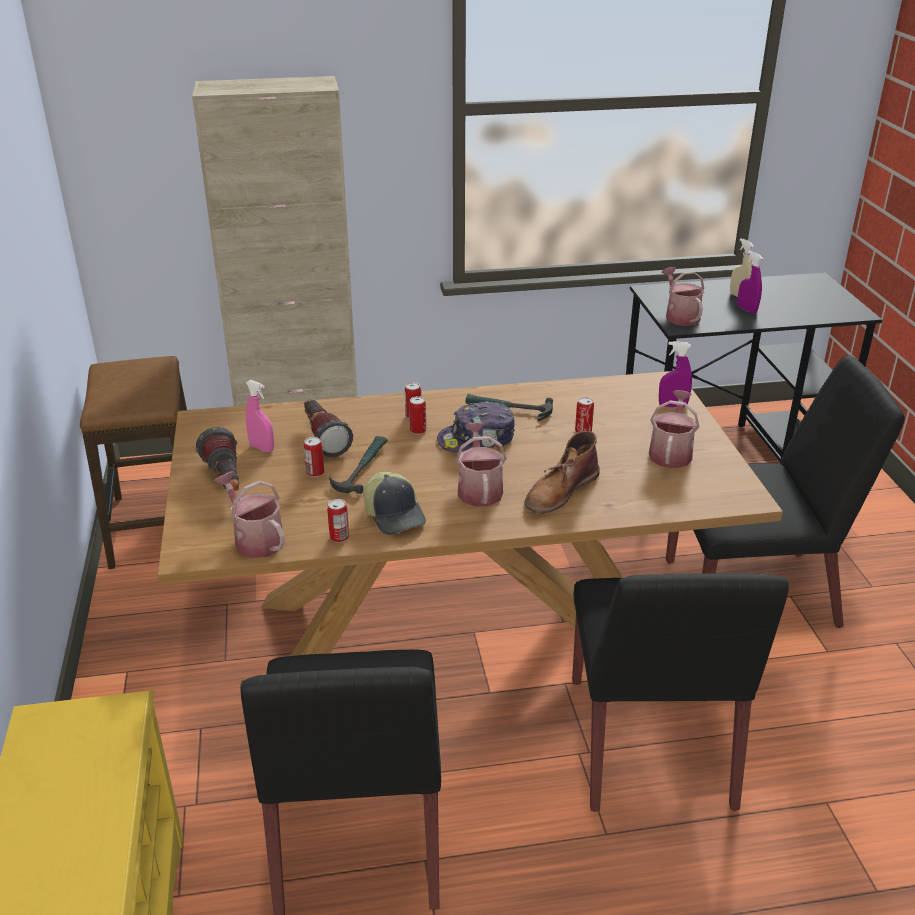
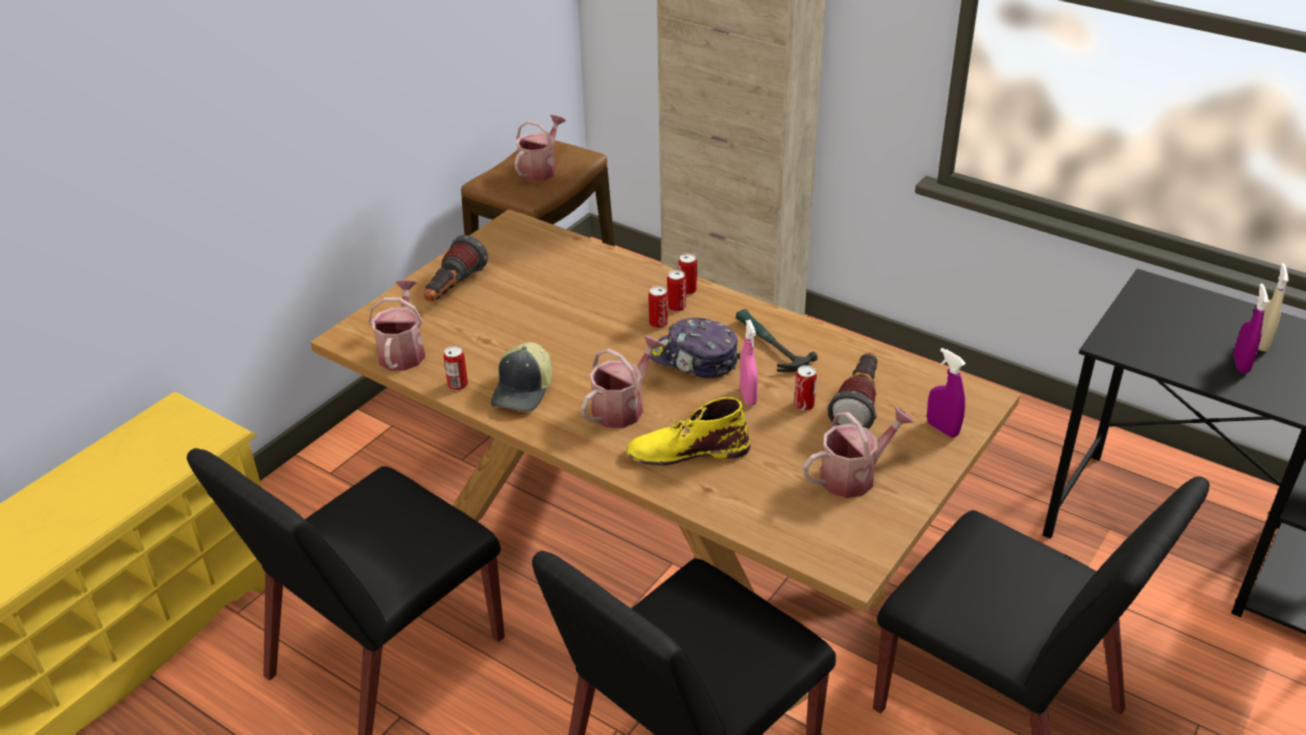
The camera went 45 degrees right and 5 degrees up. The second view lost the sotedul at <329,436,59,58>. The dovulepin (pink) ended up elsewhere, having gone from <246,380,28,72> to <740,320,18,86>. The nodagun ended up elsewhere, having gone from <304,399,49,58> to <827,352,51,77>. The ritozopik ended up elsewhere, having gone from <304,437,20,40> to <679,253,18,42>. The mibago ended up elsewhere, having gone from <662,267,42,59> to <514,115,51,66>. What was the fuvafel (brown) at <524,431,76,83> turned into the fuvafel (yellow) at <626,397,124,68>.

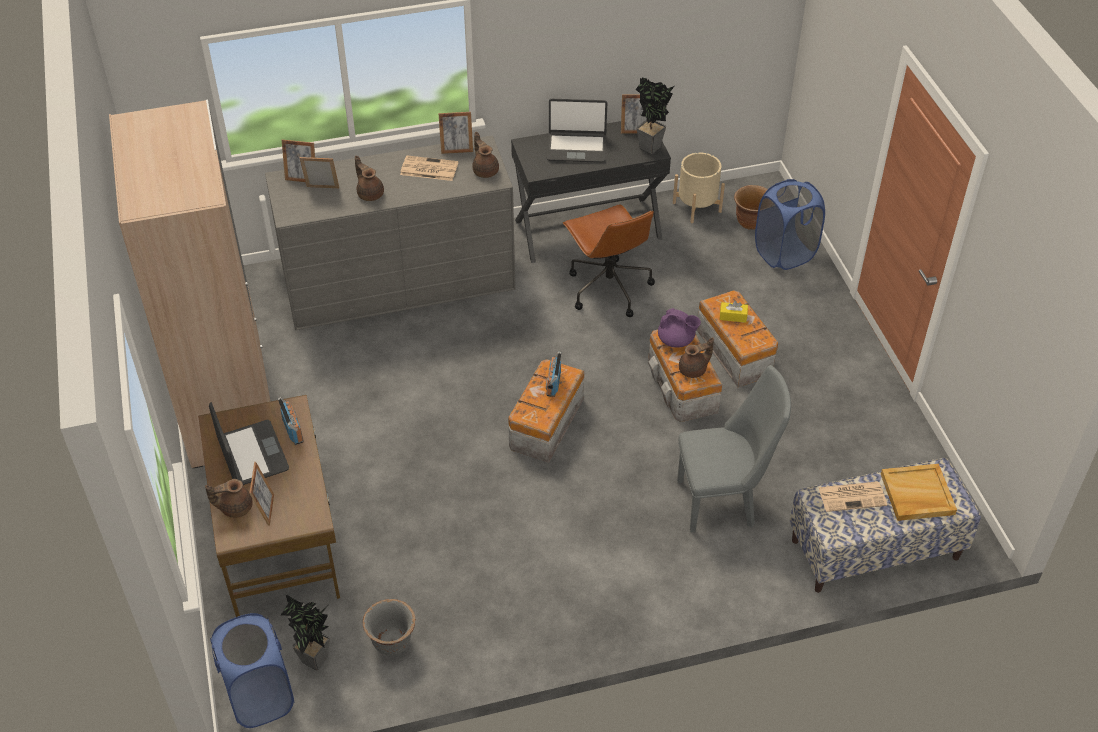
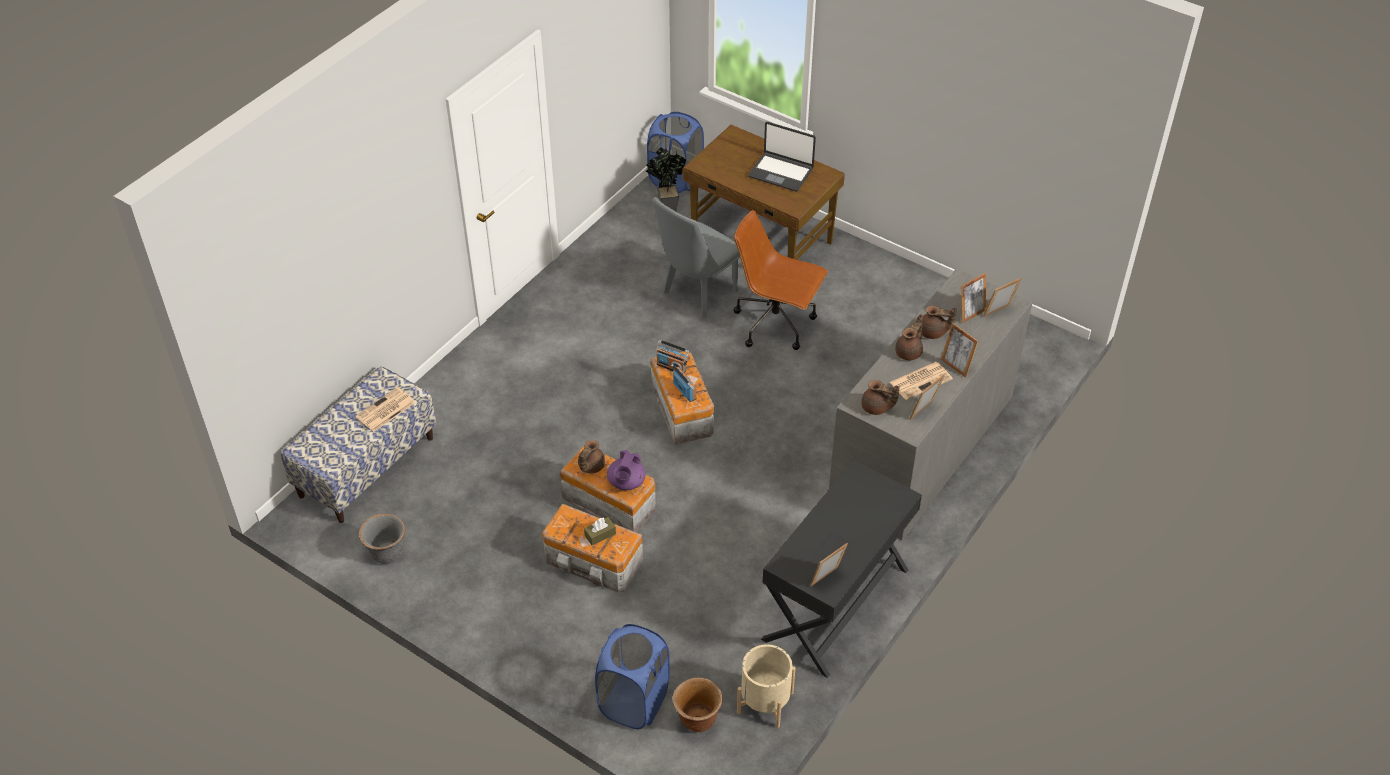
The camera went 140 degrees right and 0 degrees up. The second view lost the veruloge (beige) at <109,99,162,369>. The second view lost the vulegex at <547,99,60,64>. The second view lost the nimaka at <636,78,38,76>. The second view lost the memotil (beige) at <881,464,76,57>. The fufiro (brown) ended up elsewhere, having gone from <205,479,48,39> to <895,314,28,46>. The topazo ended up elsewhere, having gone from <249,462,25,64> to <941,323,37,55>. The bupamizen ended up elsewhere, having gone from <278,397,26,48> to <656,340,33,33>. The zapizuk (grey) ended up elsewhere, having gone from <363,599,53,57> to <359,514,46,50>. The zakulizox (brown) ended up elsewhere, having gone from <563,204,92,113> to <734,210,94,140>. The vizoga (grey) ended up elsewhere, having gone from <677,365,114,167> to <653,197,87,121>. What was the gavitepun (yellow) at <720,301,28,22> turned into the gavitepun (brown) at <584,517,32,28>. The fufiro (purple) at <658,308,43,40> ended up facing another way, 60 degrees counterclockwise from before.

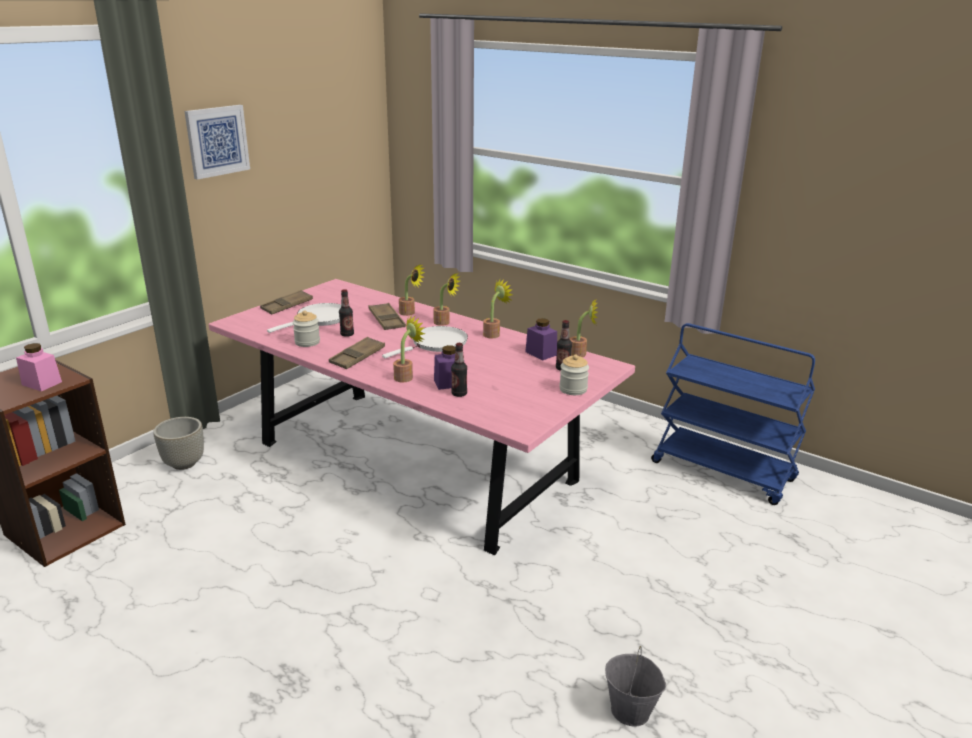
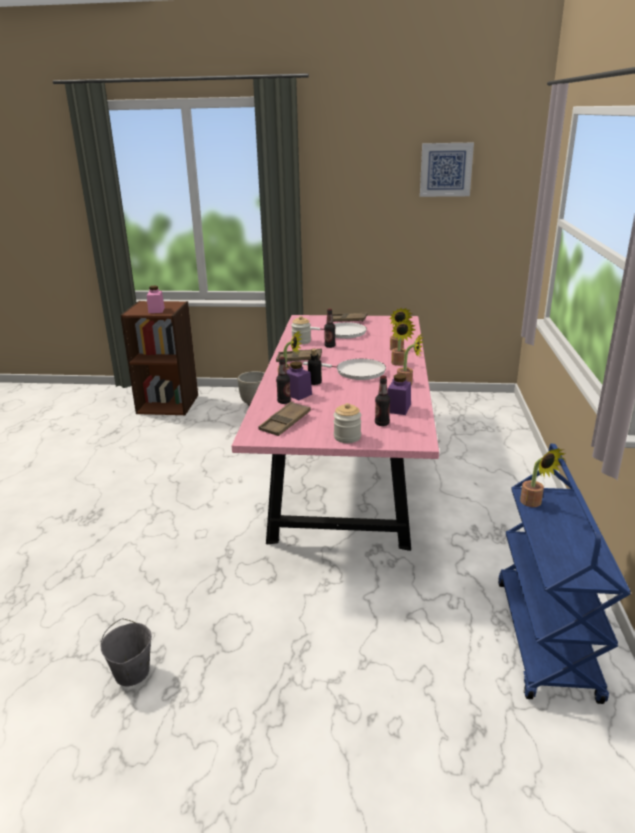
The camera went 60 degrees right and 0 degrees up. The second view gained the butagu at <308,349,14,36>. The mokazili ended up elsewhere, having gone from <185,105,65,75> to <420,143,54,54>. The memotil (brown) ended up elsewhere, having gone from <368,303,38,27> to <258,402,53,34>. The nimaka ended up elsewhere, having gone from <570,300,28,57> to <520,448,45,59>.

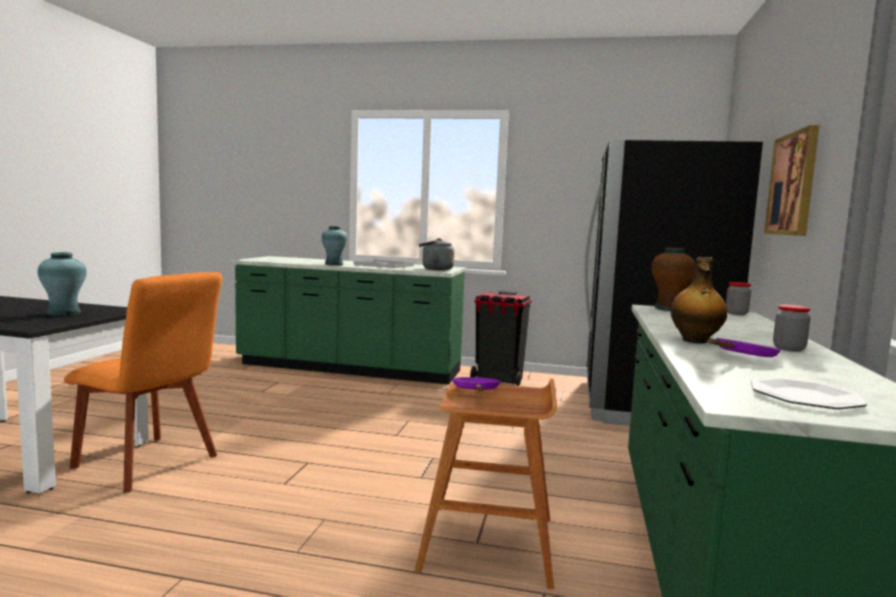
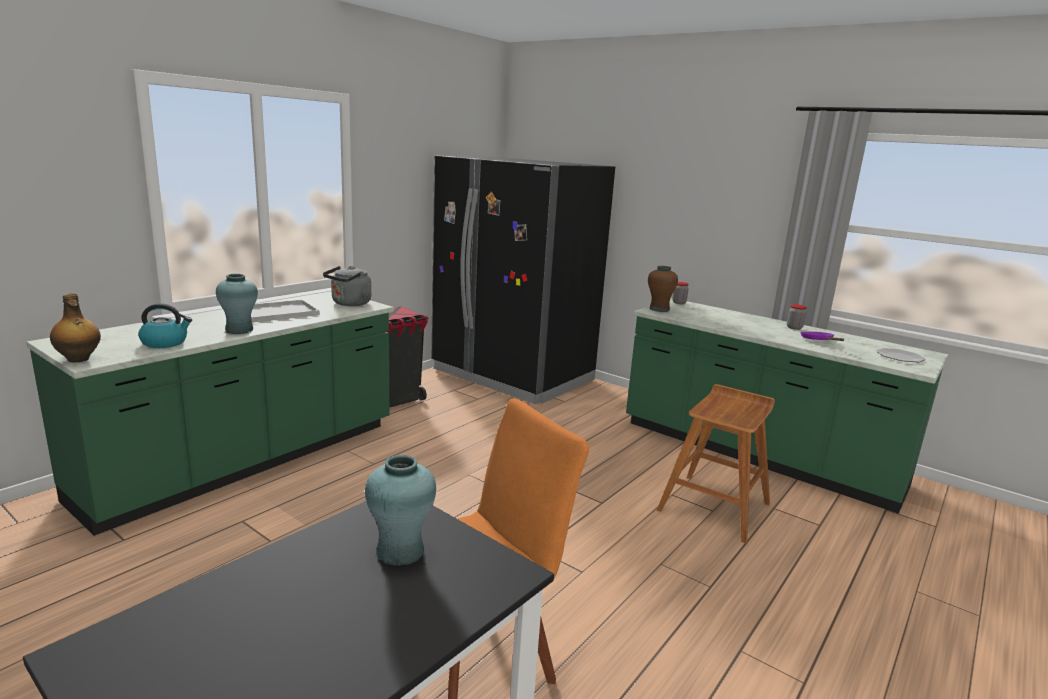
The camera went 65 degrees left and 10 degrees up. The second view lost the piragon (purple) at <452,377,49,14>. The second view lost the mokazili at <764,125,55,111>. The second view gained the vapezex at <138,303,54,45>. The butagu ended up elsewhere, having gone from <671,257,57,87> to <50,293,51,69>.

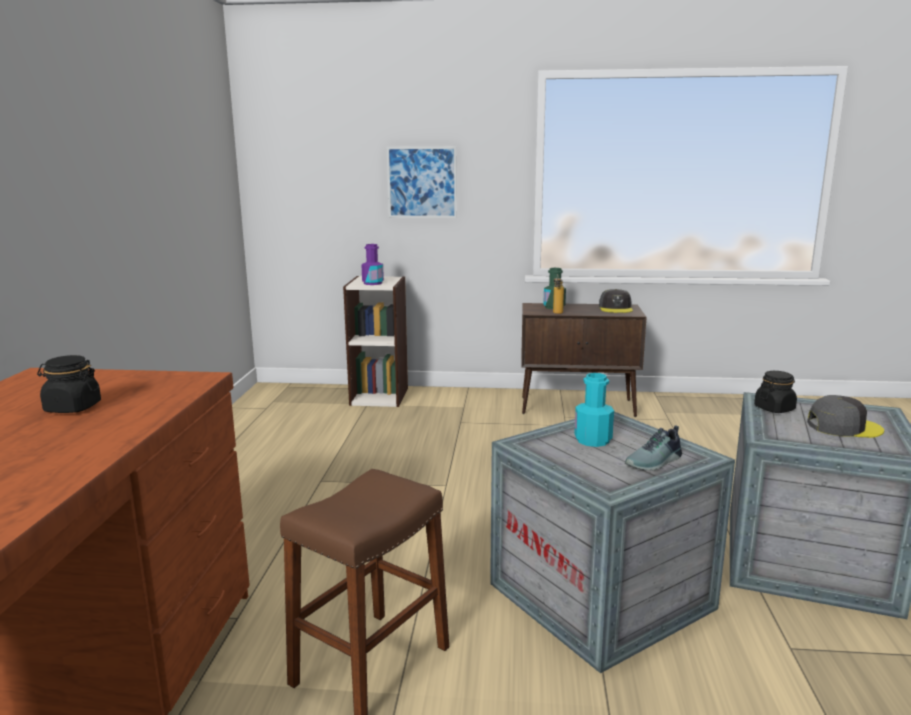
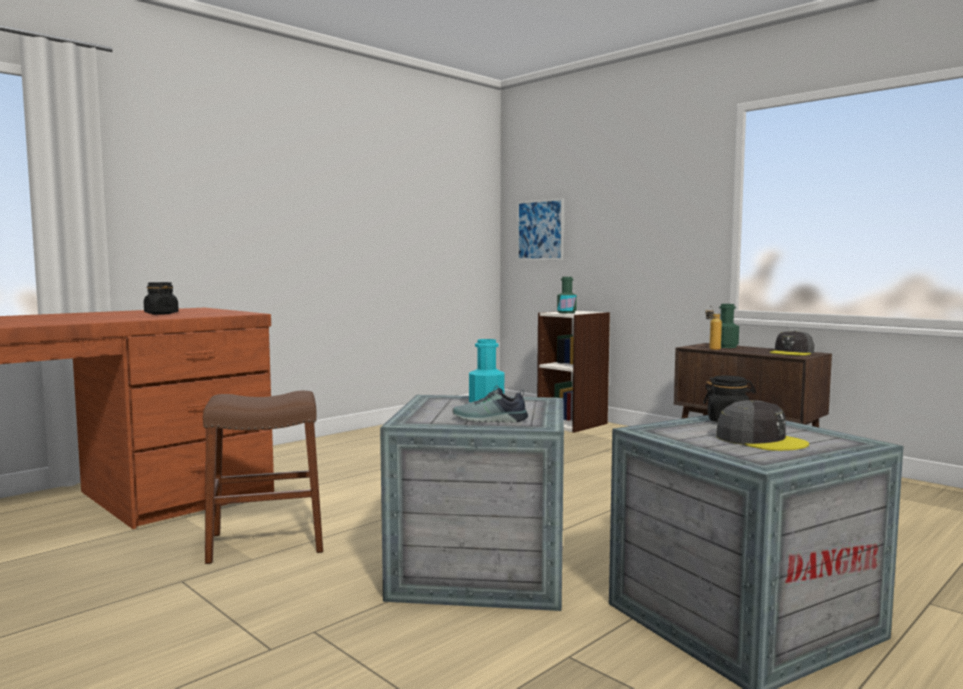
The camera went 40 degrees right and 10 degrees down. The mokazili ended up elsewhere, having gone from <387,146,70,72> to <517,198,47,62>. What was the butagu (purple) at <361,244,23,41> turned into the butagu (green) at <557,277,20,37>.

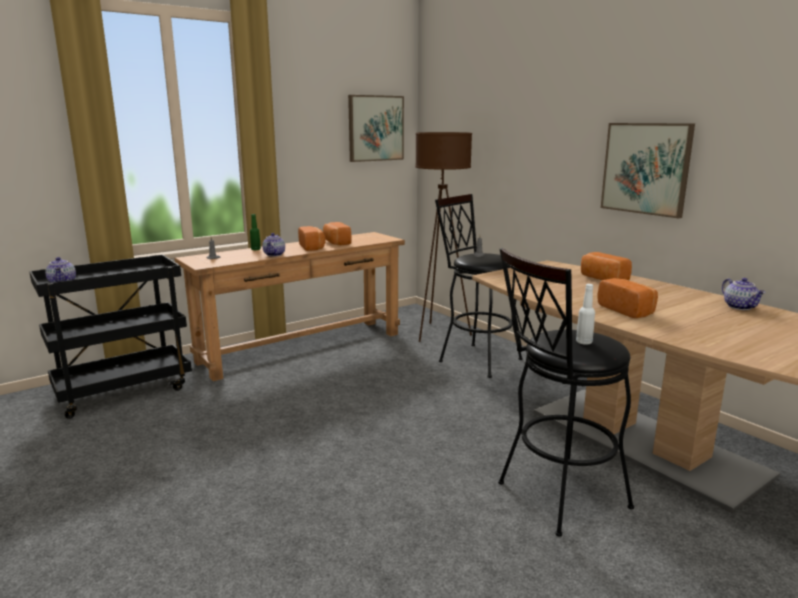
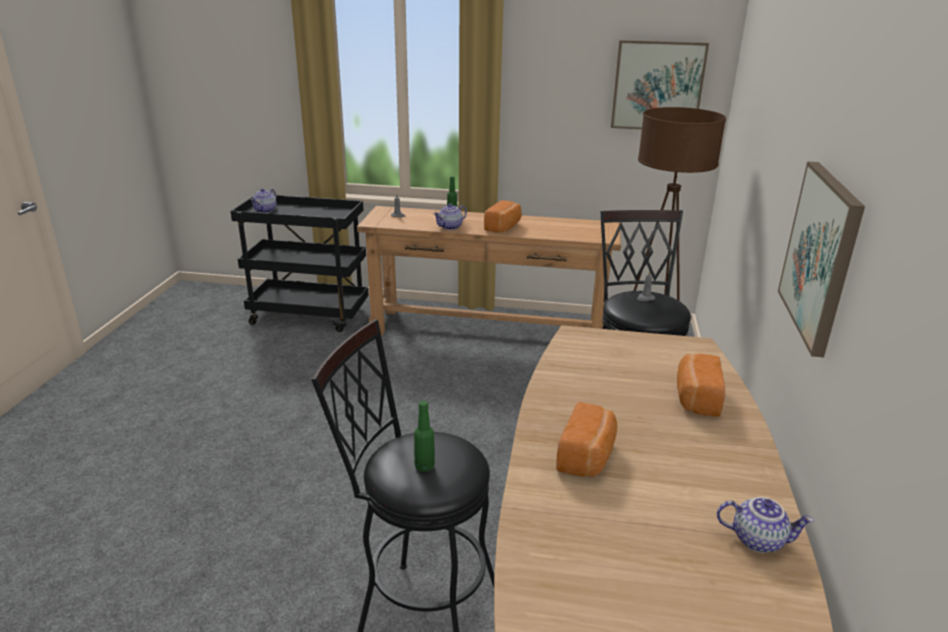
The camera went 45 degrees right and 10 degrees up. The second view lost the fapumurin at <323,222,29,23>. What was the butagu (white) at <576,284,19,61> turned into the butagu (green) at <414,401,21,71>. The fufiro at <722,278,44,32> ended up facing another way, 105 degrees counterclockwise from before.

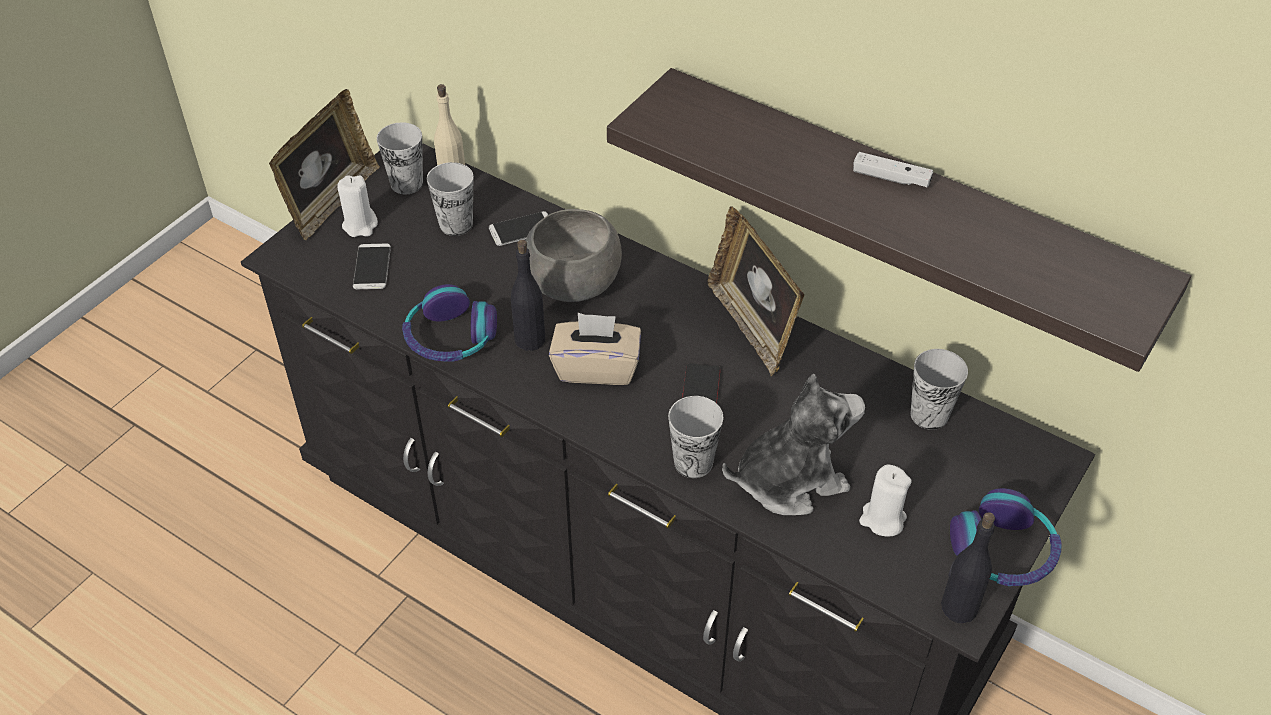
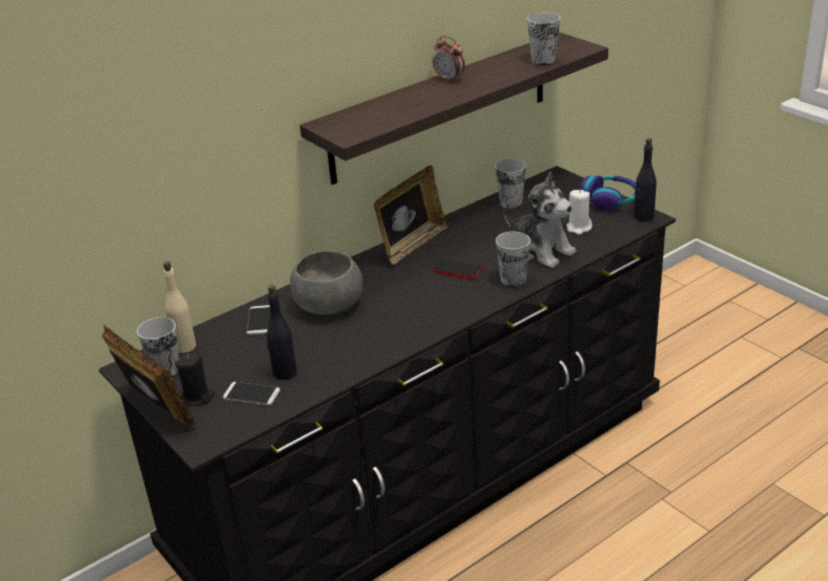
The camera went 70 degrees left and 15 degrees down. The second view lost the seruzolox at <402,284,95,77>. The second view lost the gavitepun (beige) at <549,313,92,72>. The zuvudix ended up elsewhere, having gone from <427,162,47,74> to <527,13,33,52>. The butagu (black) ended up elsewhere, having gone from <511,240,34,111> to <267,285,30,95>. Where the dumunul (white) stood at <853,152,80,35>, the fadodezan came to stand at <433,36,32,47>. What was the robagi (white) at <337,175,41,62> turned into the robagi (black) at <176,353,39,53>. The topazo at <708,206,96,170> ended up facing another way, 45 degrees counterclockwise from before. The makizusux at <722,374,143,141> ended up facing another way, 135 degrees clockwise from before.

